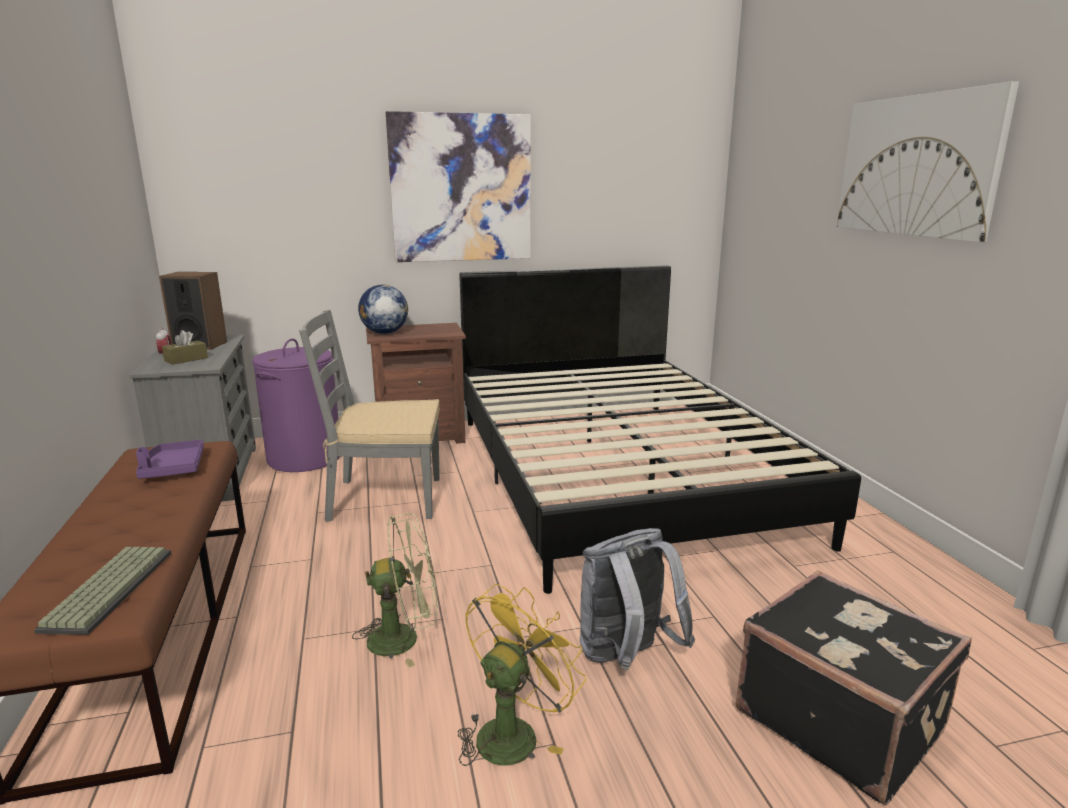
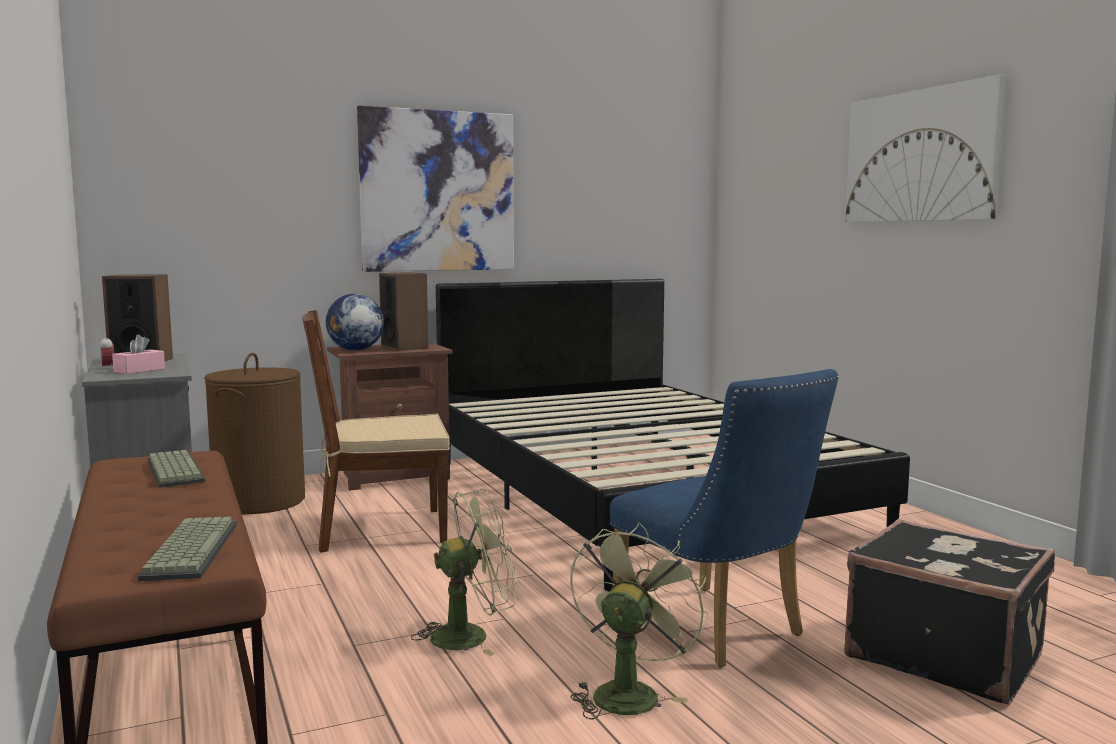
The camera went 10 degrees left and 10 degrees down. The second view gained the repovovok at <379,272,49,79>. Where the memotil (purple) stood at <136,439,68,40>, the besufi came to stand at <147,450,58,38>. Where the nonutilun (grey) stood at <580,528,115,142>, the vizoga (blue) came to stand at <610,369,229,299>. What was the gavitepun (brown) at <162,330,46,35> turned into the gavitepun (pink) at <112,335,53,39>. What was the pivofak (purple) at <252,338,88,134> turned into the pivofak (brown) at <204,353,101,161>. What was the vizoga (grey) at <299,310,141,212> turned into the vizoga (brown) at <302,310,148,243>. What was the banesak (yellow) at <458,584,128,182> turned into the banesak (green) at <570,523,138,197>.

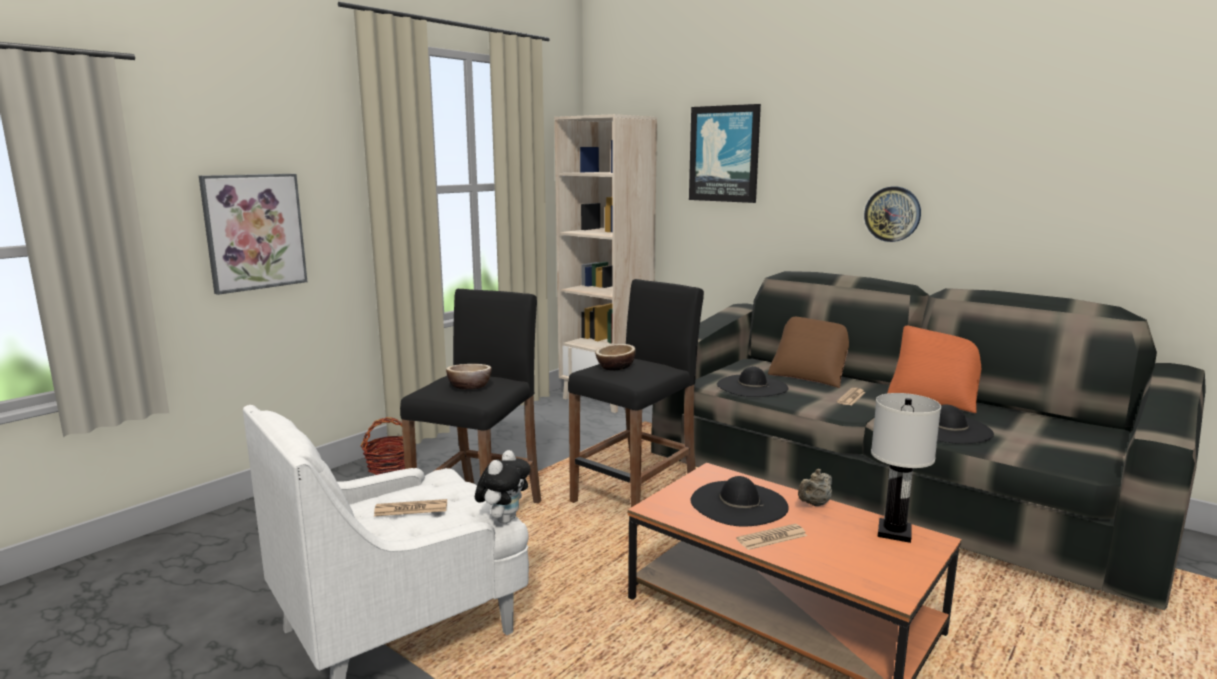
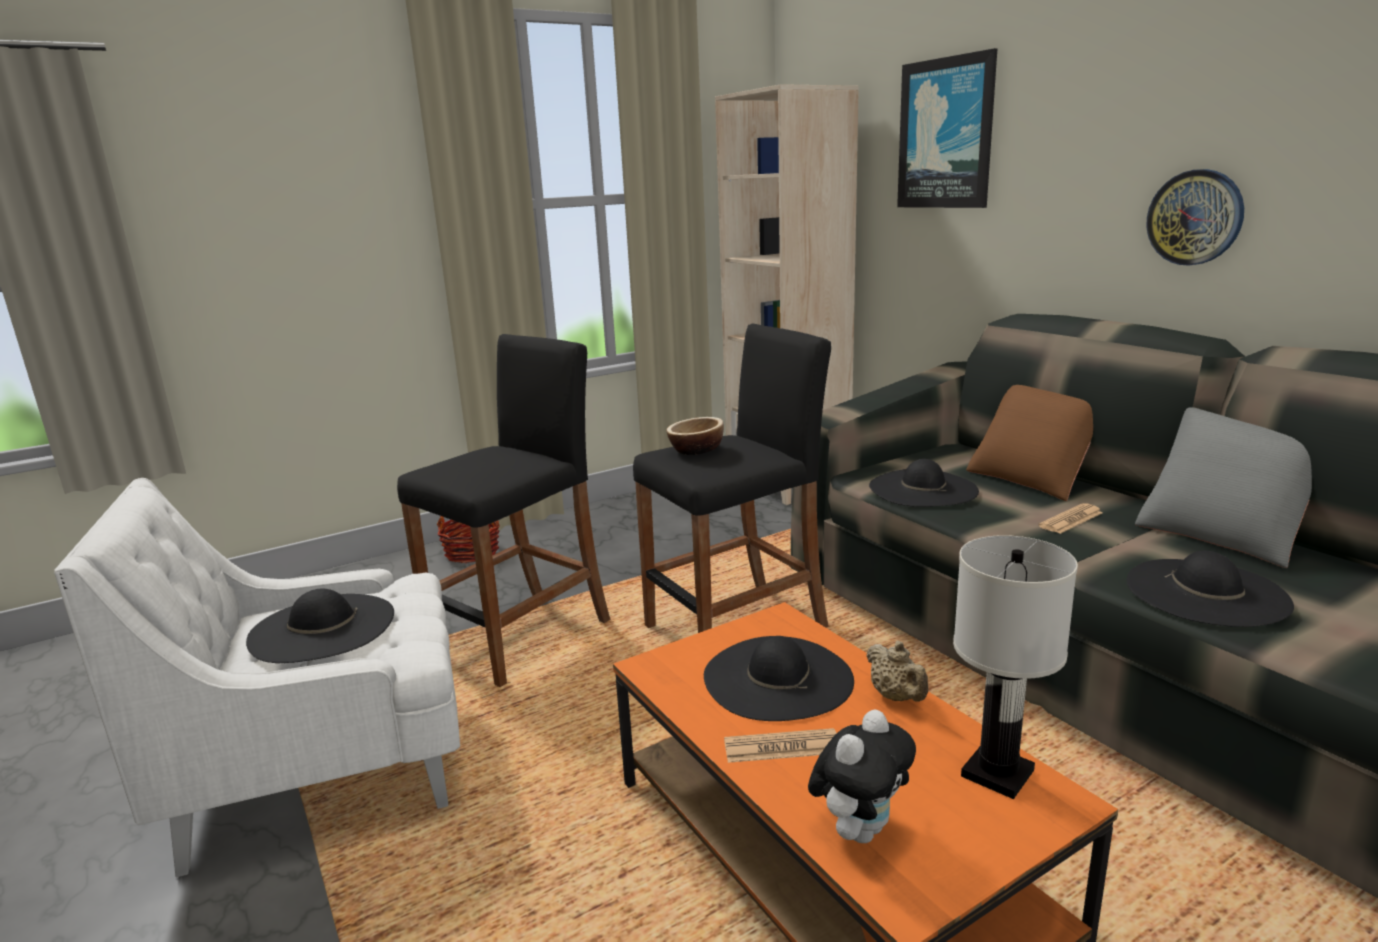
The camera went 20 degrees right and 5 degrees up. The second view lost the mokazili at <199,174,108,121>. The second view lost the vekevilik at <446,364,45,25>. The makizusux ended up elsewhere, having gone from <475,450,55,74> to <808,709,108,134>. Where the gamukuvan stood at <374,499,73,17>, the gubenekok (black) came to stand at <246,588,148,75>. What was the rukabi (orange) at <887,326,94,87> turned into the rukabi (grey) at <1135,407,177,161>. The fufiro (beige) at <798,469,34,37> ended up facing another way, 90 degrees counterclockwise from before.

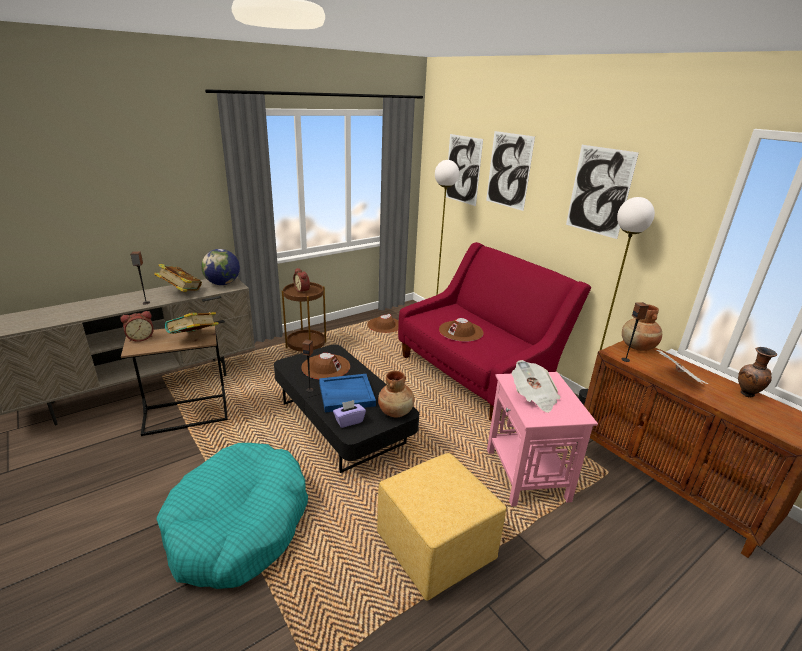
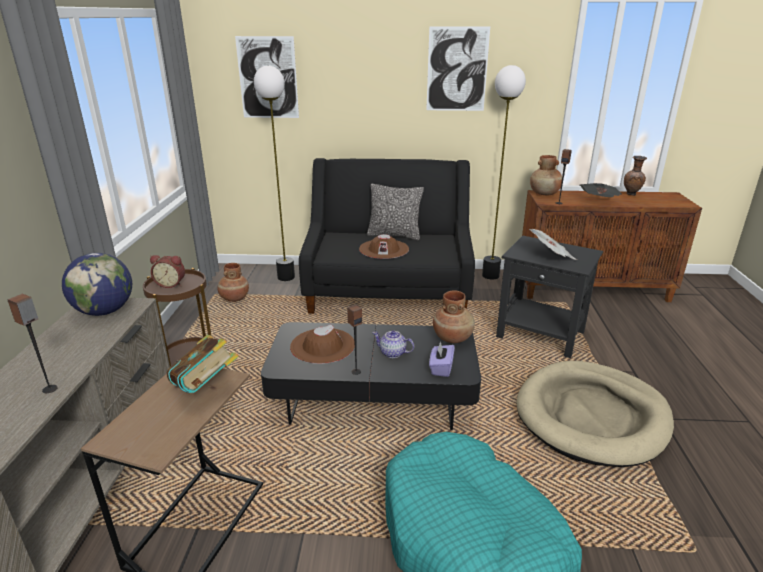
The camera went 50 degrees left and 0 degrees up. The second view lost the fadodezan at <121,311,33,31>. The second view lost the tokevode at <154,264,48,28>. The second view lost the mokazili at <486,131,49,80>. The second view gained the rukabi at <367,184,57,56>. Where the memotil (blue) stood at <319,374,57,38>, the fufiro came to stand at <372,330,42,28>. Where the gubenekok (brown) stood at <367,314,32,19>, the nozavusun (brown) came to stand at <217,263,32,39>. Where the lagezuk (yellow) stood at <377,453,129,148>, the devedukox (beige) came to stand at <517,361,157,106>. What was the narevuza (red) at <398,242,193,179> turned into the narevuza (black) at <299,158,176,156>. What was the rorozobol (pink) at <487,372,111,134> turned into the rorozobol (black) at <496,236,107,122>.

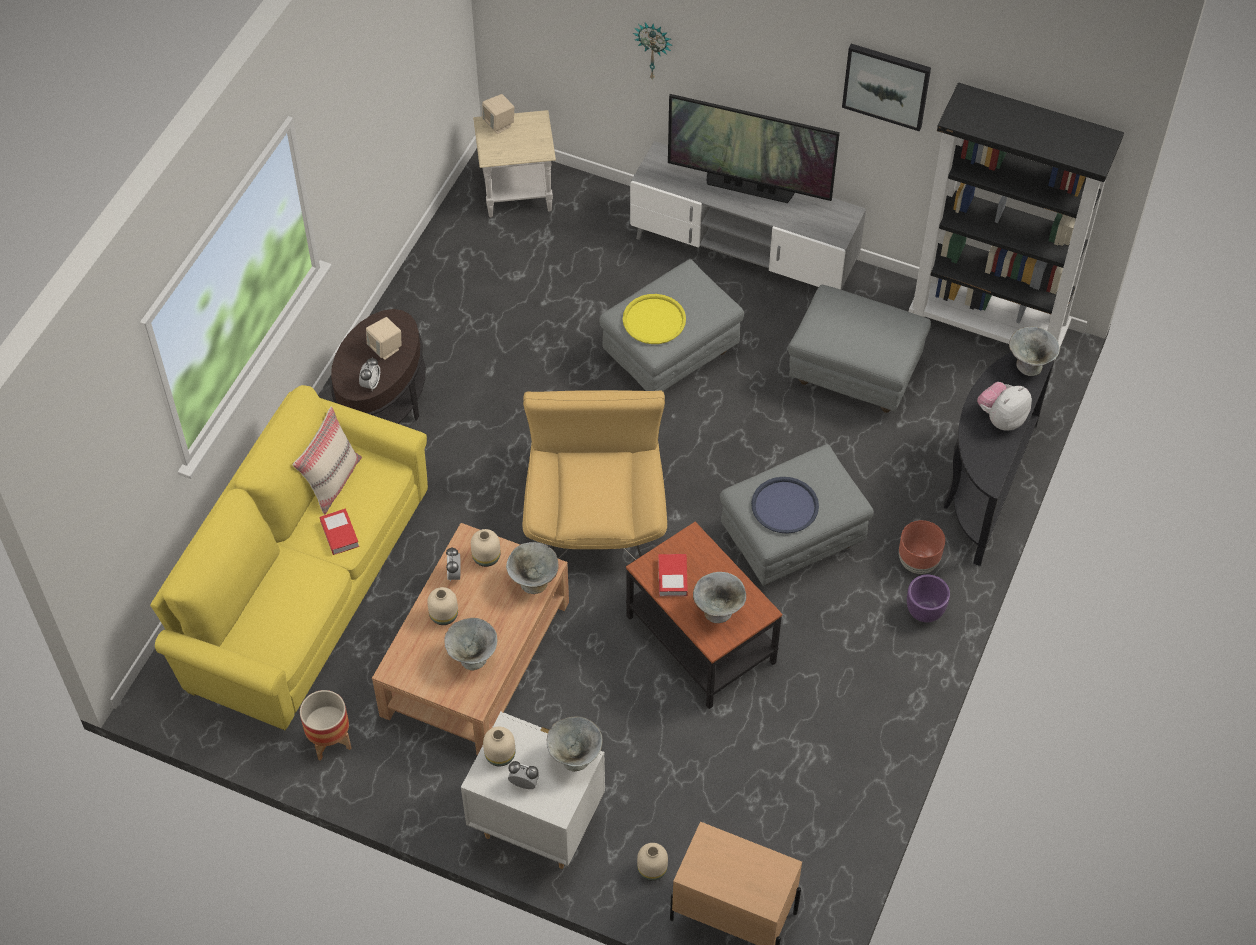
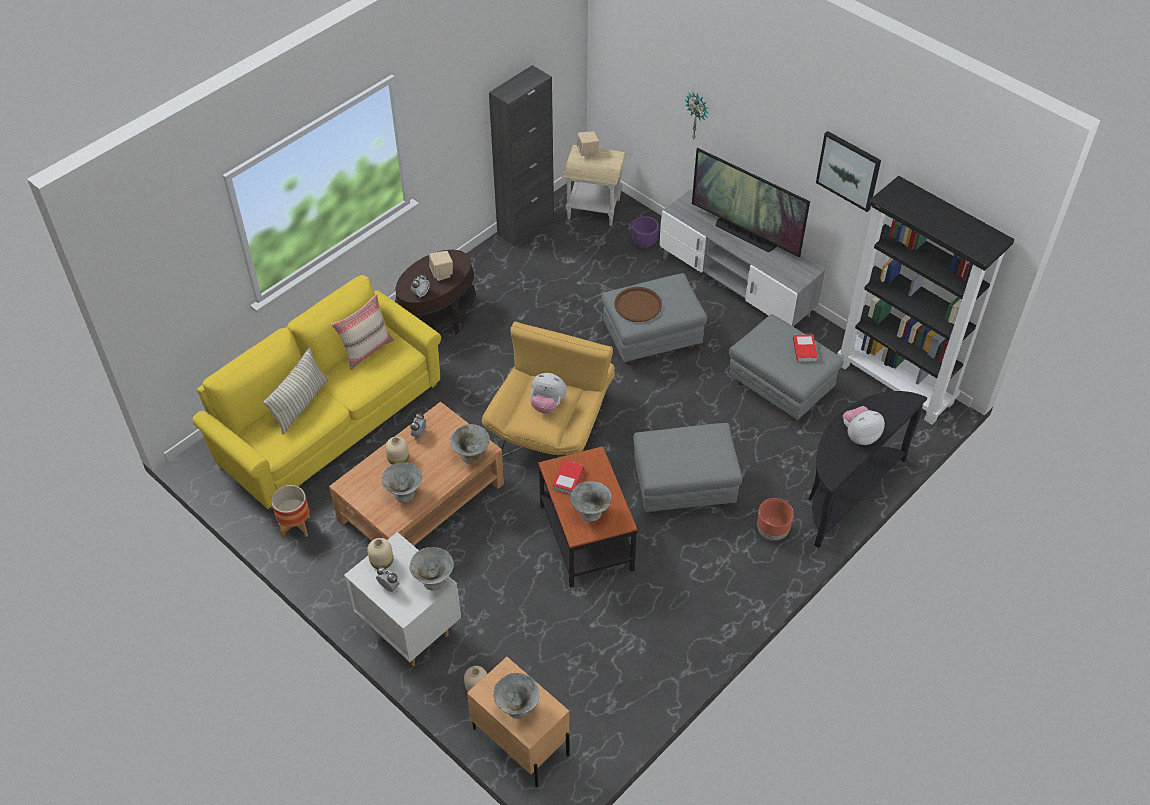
The camera went 20 degrees right and 5 degrees down. The second view lost the nozavusun (beige) at <471,529,29,38>. The second view lost the memotil (blue) at <751,477,68,57>. The second view gained the rukabi at <264,347,65,88>. The second view gained the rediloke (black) at <489,65,65,181>. The second view gained the makizusux at <530,373,37,40>. The tokevode ended up elsewhere, having gone from <320,508,39,47> to <793,334,25,28>. The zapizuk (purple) ended up elsewhere, having gone from <907,575,43,47> to <631,216,28,32>. The vekevilik (grey) ended up elsewhere, having gone from <1009,326,51,50> to <493,673,47,46>. What was the memotil (yellow) at <623,294,63,50> turned into the memotil (brown) at <614,287,48,35>.

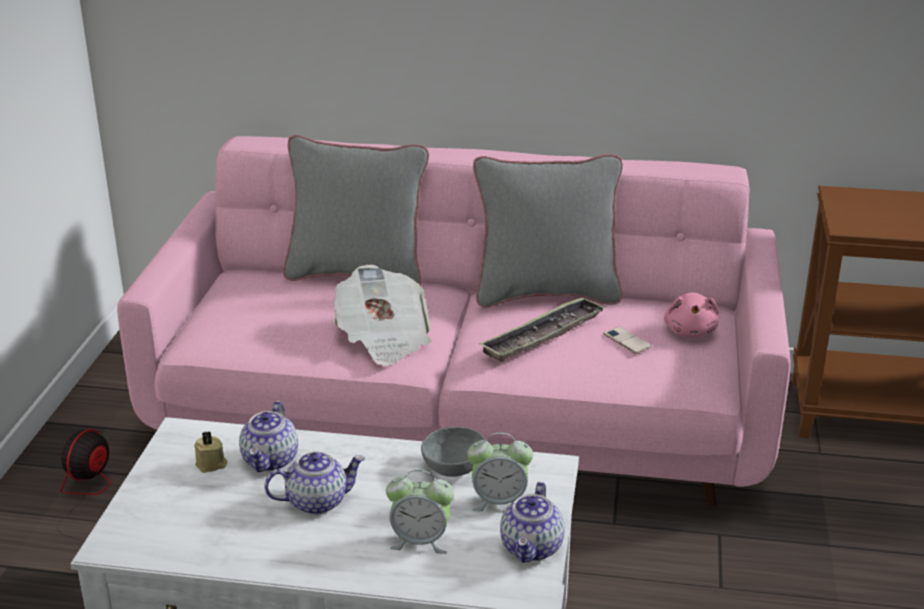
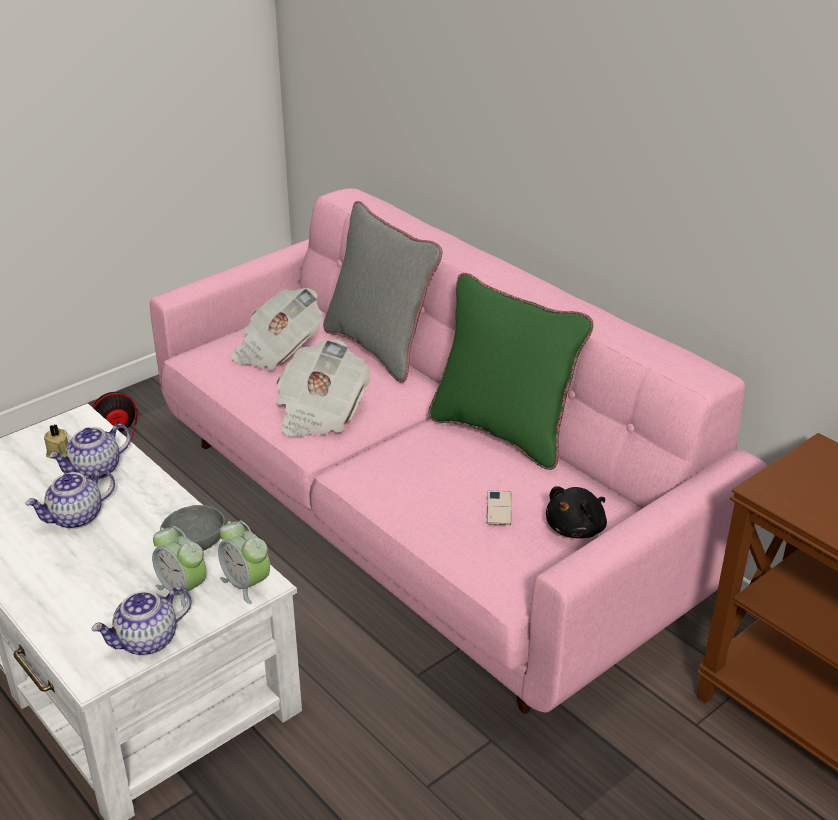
The camera went 40 degrees right and 5 degrees up. The second view lost the memotil at <479,296,127,66>. The second view gained the gamukuvan at <231,288,92,82>. The fadodezan ended up elsewhere, having gone from <386,470,68,84> to <218,520,52,84>. What was the rukabi (grey) at <473,154,150,153> turned into the rukabi (green) at <428,273,165,197>. What was the makizusux (pink) at <664,292,56,45> turned into the makizusux (black) at <546,486,61,52>. The fufiro at <264,452,101,63> ended up facing another way, 120 degrees clockwise from before.

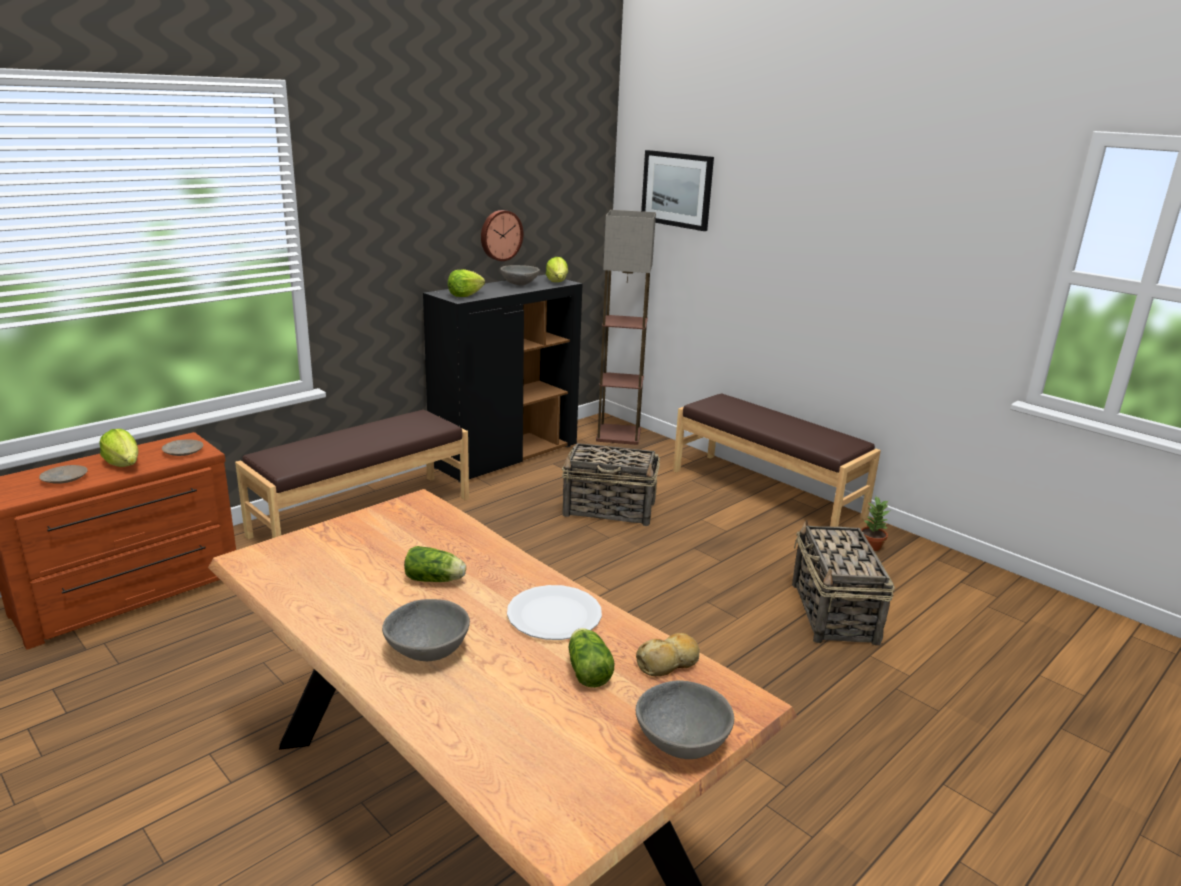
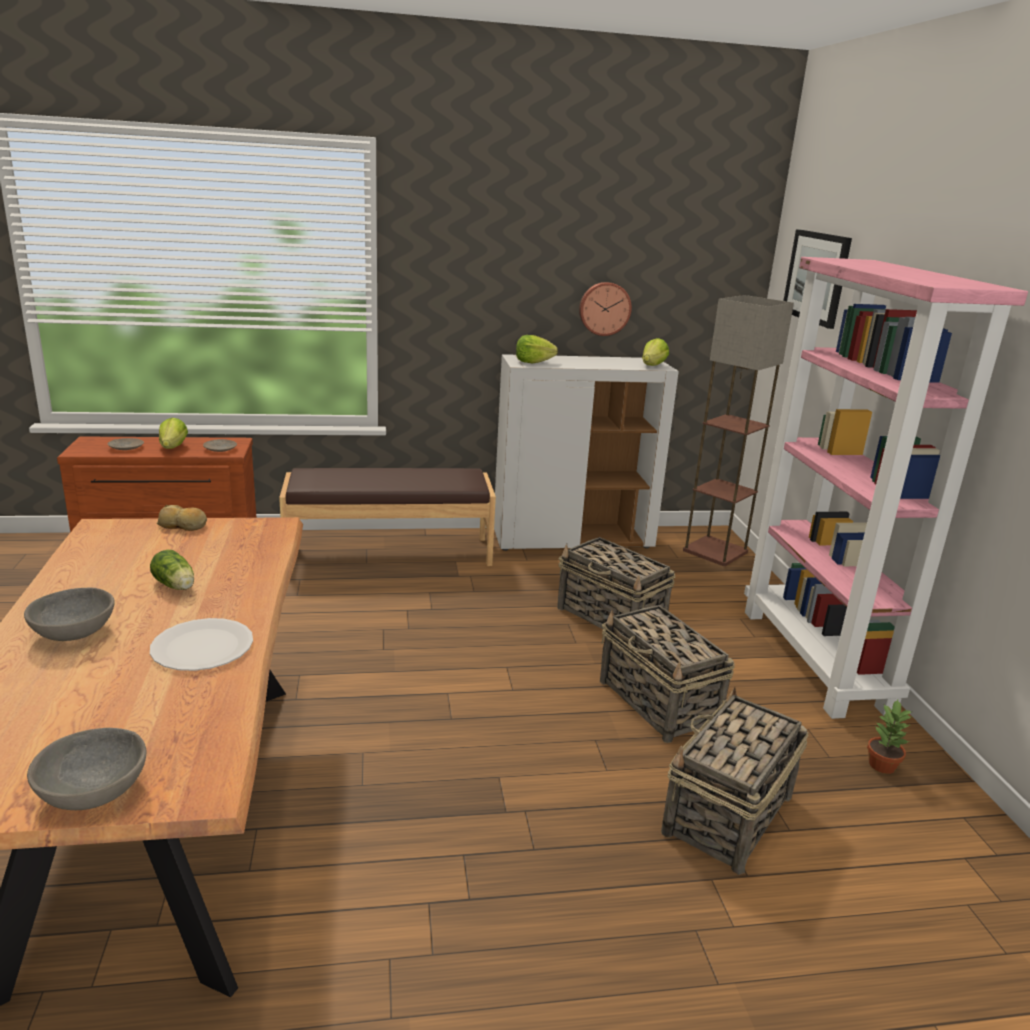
The camera went 35 degrees right and 0 degrees up. The second view lost the vekevilik (grey) at <500,265,40,20>. The second view lost the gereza at <569,628,45,60>. The second view gained the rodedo at <600,605,135,138>. The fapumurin ended up elsewhere, having gone from <636,633,64,43> to <157,505,50,26>. Where the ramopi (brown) stood at <673,393,208,134>, the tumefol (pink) came to stand at <744,257,284,462>. What was the rediloke (black) at <423,275,159,208> turned into the rediloke (white) at <494,354,185,197>.

